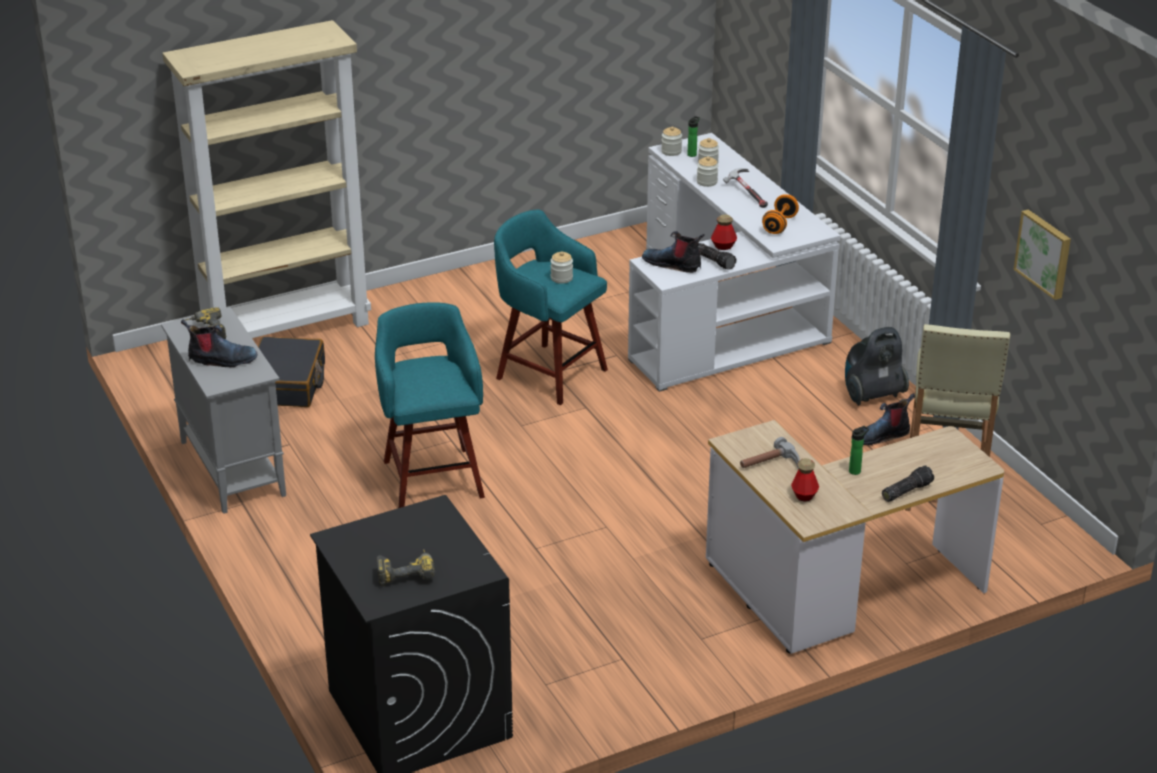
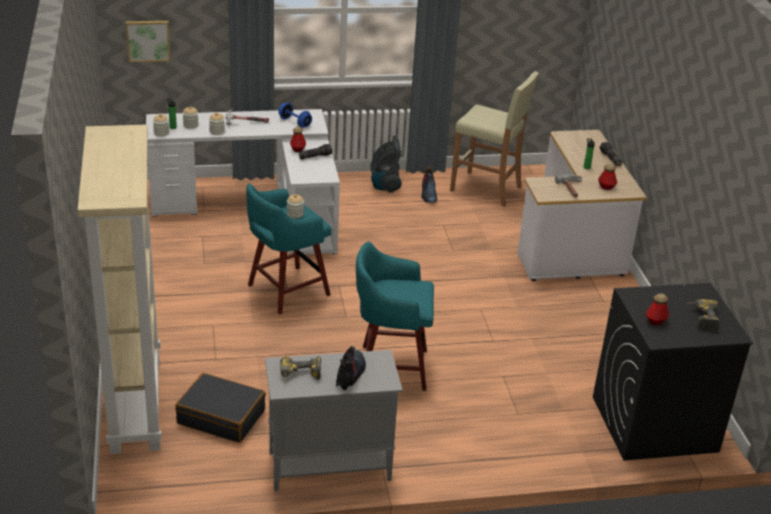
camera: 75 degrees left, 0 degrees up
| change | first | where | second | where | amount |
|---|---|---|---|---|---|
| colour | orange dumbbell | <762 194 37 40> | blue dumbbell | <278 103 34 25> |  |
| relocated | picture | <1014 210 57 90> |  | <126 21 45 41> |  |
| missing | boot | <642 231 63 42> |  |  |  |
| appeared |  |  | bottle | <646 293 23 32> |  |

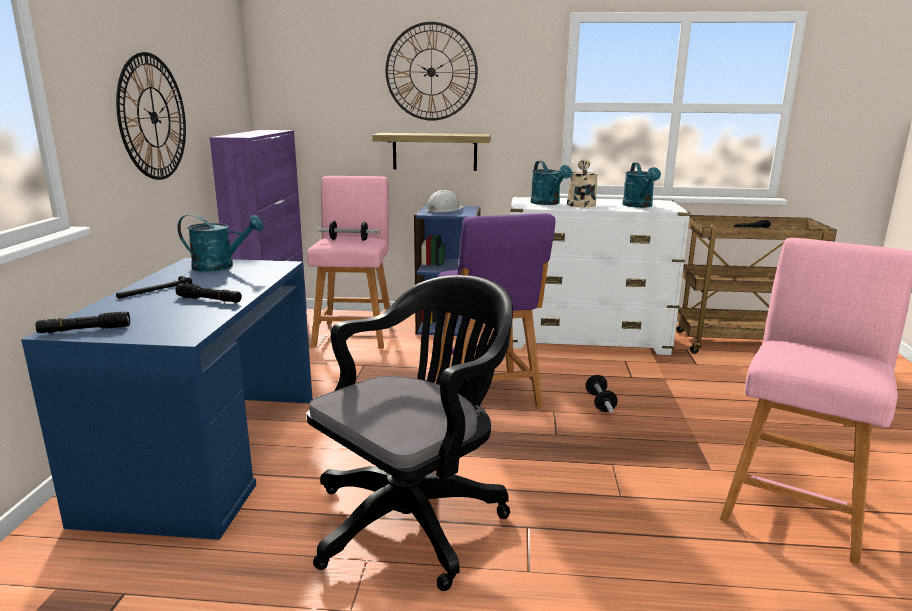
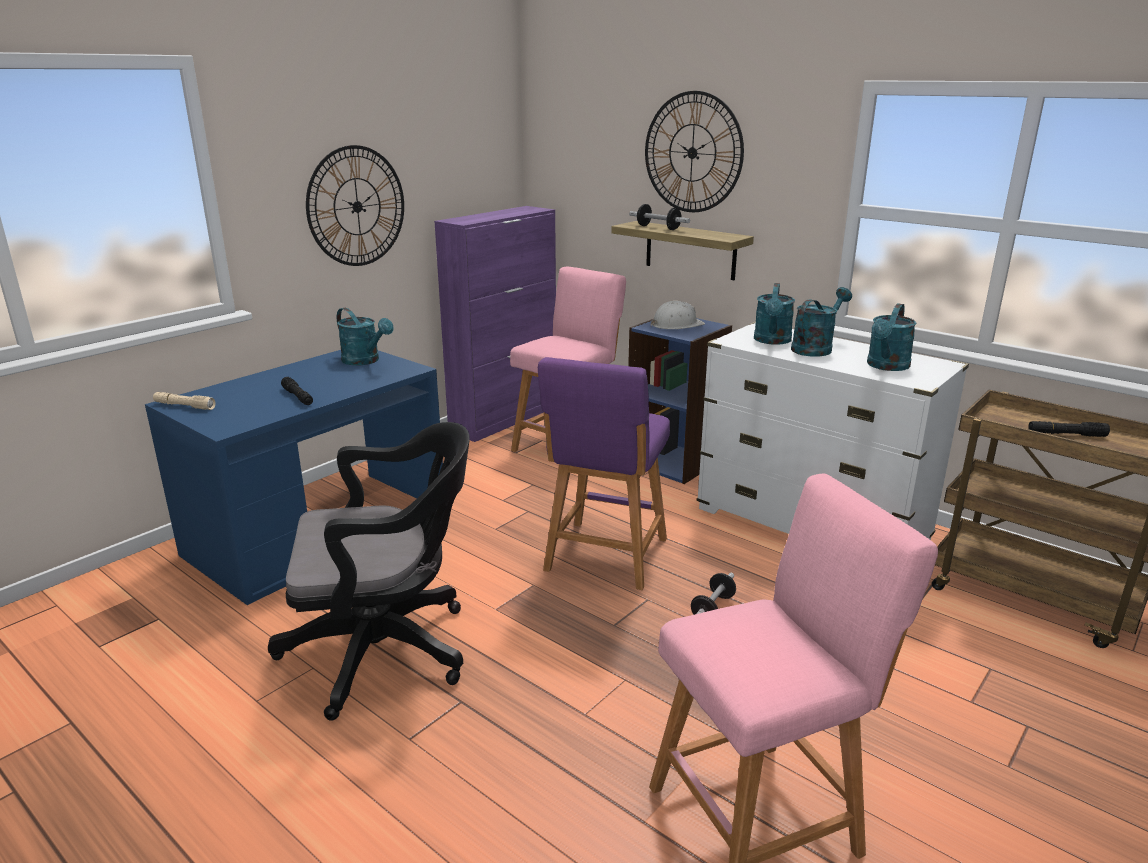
camera: 35 degrees right, 5 degrees up
| change | first | where | second | where | amount |
|---|---|---|---|---|---|
| colour | beige watering can | <567 159 31 48> | turquoise watering can | <791 287 61 70> |  |
| relocated | dumbbell | <318 221 62 20> |  | <629 204 61 26> |  |
| missing | hammer | <116 276 76 23> |  |  |  |
| colour | black flashlight | <35 311 95 22> | beige flashlight | <153 392 63 18> |  |

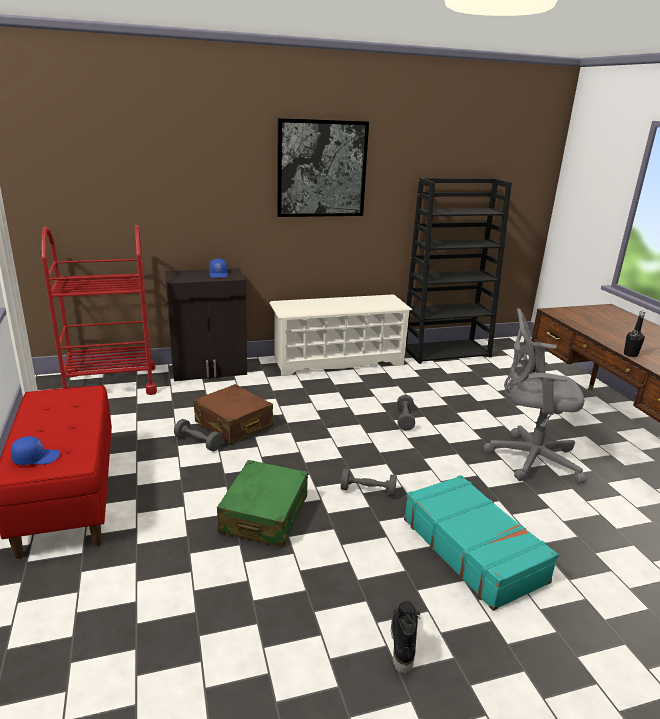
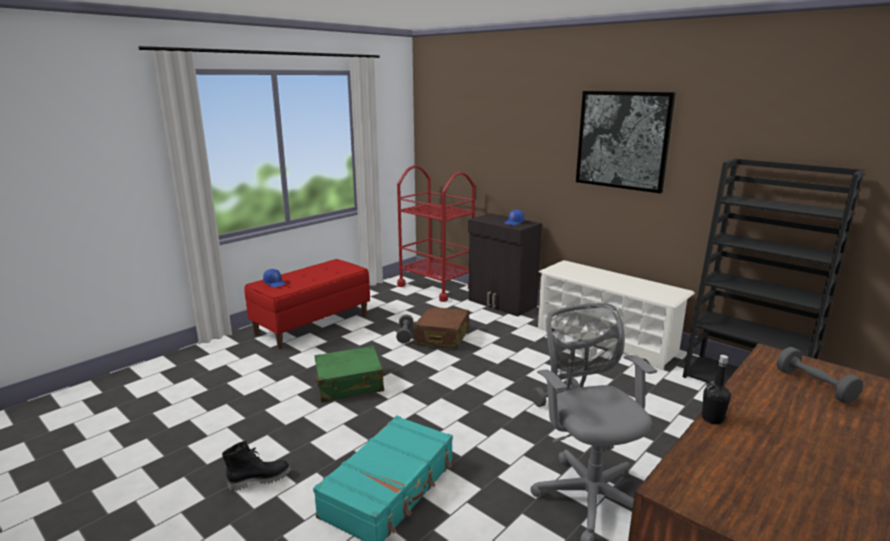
camera: 60 degrees right, 5 degrees down
| change | first | where | second | where | amount |
|---|---|---|---|---|---|
| relocated | grey dumbbell | <341 469 56 28> |  | <777 347 86 57> |  |

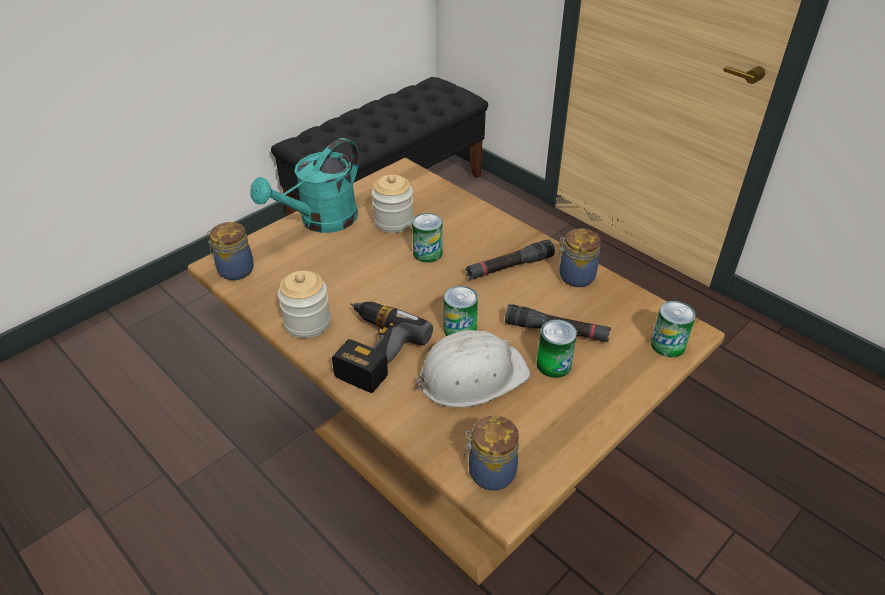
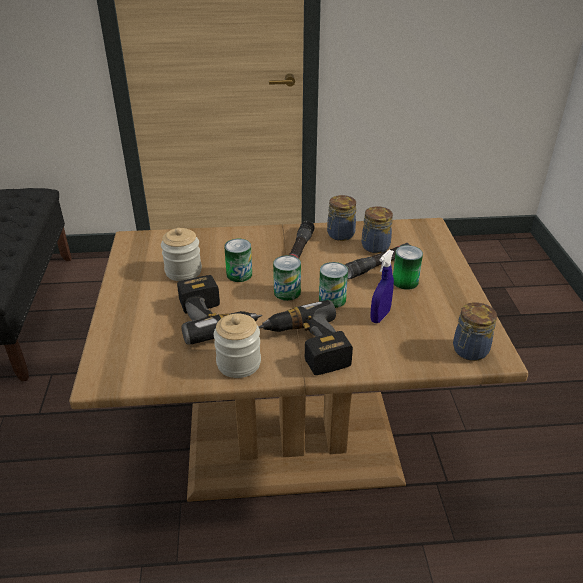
camera: 50 degrees left, 5 degrees down
| change | first | where | second | where | amount |
|---|---|---|---|---|---|
| missing | turquoise watering can | <250 138 109 95> |  |  |  |
| relocated | jar | <207 222 47 58> |  | <362 206 31 47> |  |
| relocated | can | <651 301 45 56> |  | <273 255 28 46> |  |
| exchanged | white hard hat | <415 330 115 77> | blue spray bottle | <370 250 24 73> |  |
| appeared |  |  | power drill | <177 275 85 70> |  |

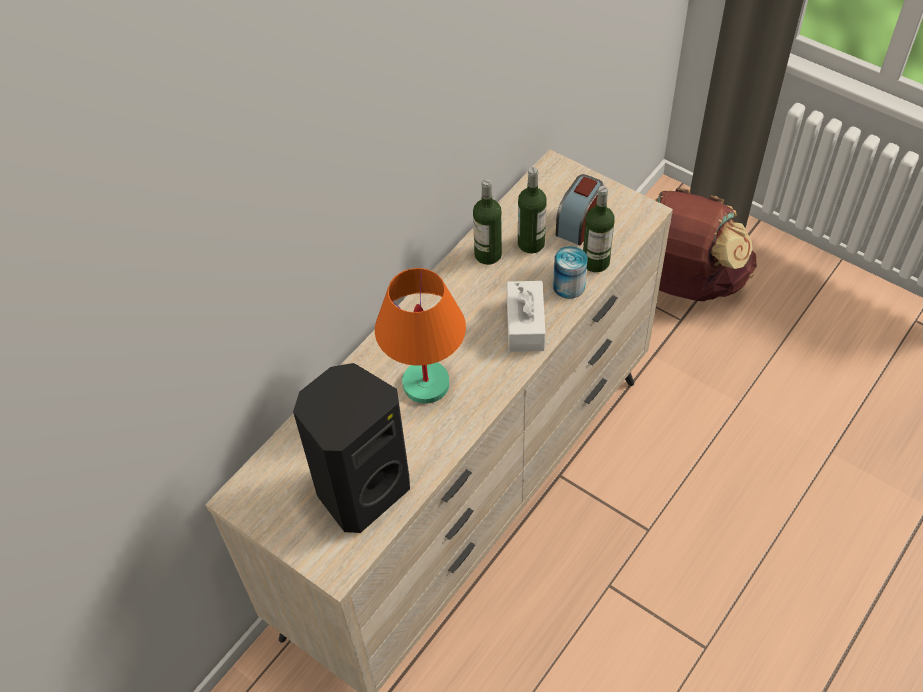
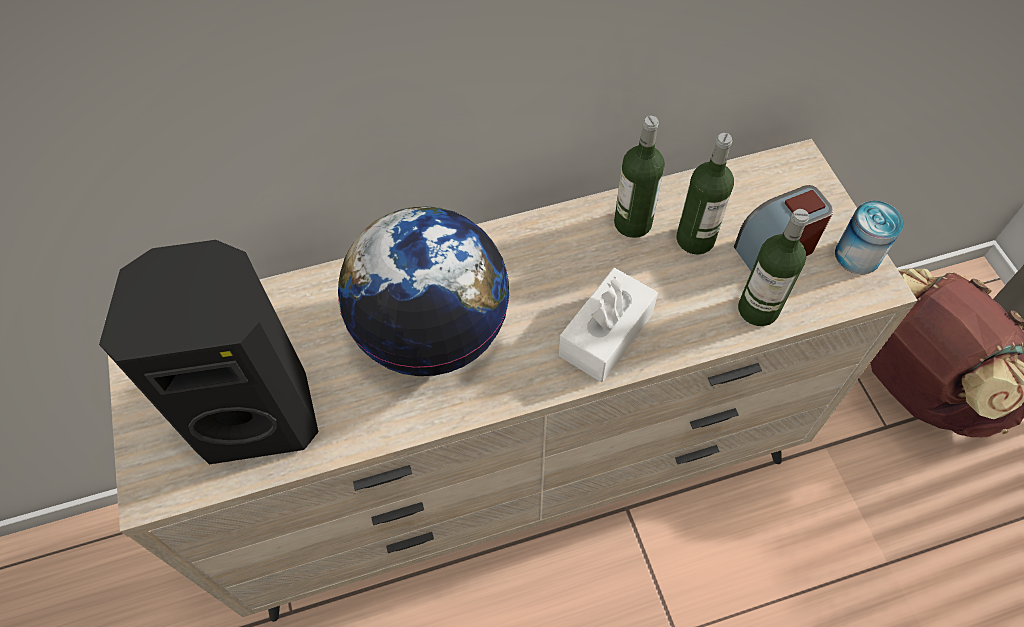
camera: 35 degrees right, 5 degrees up
| change | first | where | second | where | amount |
|---|---|---|---|---|---|
| relocated | can | <553 246 34 53> |  | <835 201 69 73> |  |
| exchanged | orange table lamp | <375 268 91 136> | globe | <338 206 172 170> |  |

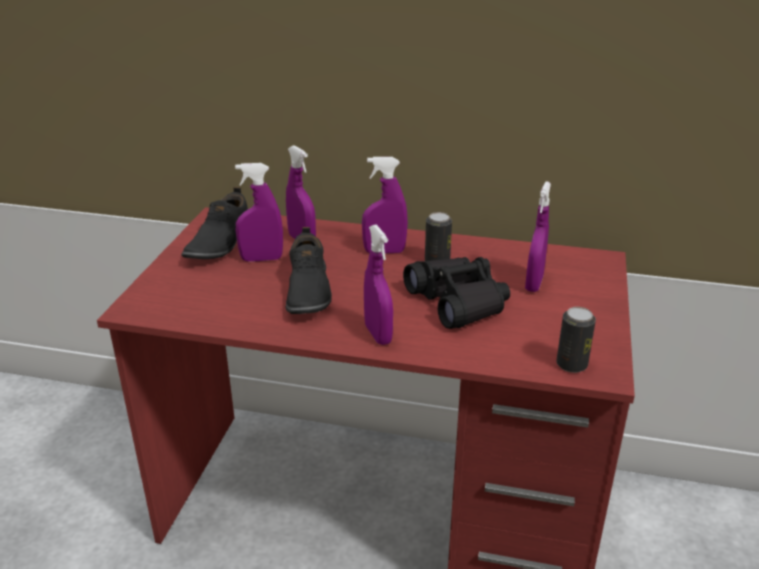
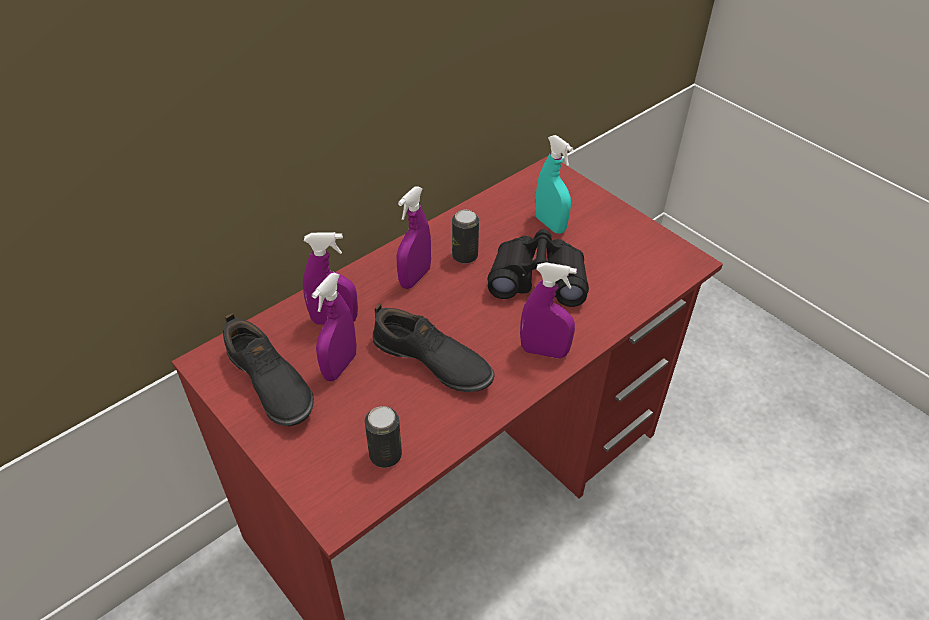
camera: 55 degrees left, 15 degrees up
| change | first | where | second | where | amount |
|---|---|---|---|---|---|
| colour | purple spray bottle | <525 182 26 110> | turquoise spray bottle | <535 135 39 99> |  |
| relocated | can | <556 307 40 66> |  | <365 406 37 62> |  |

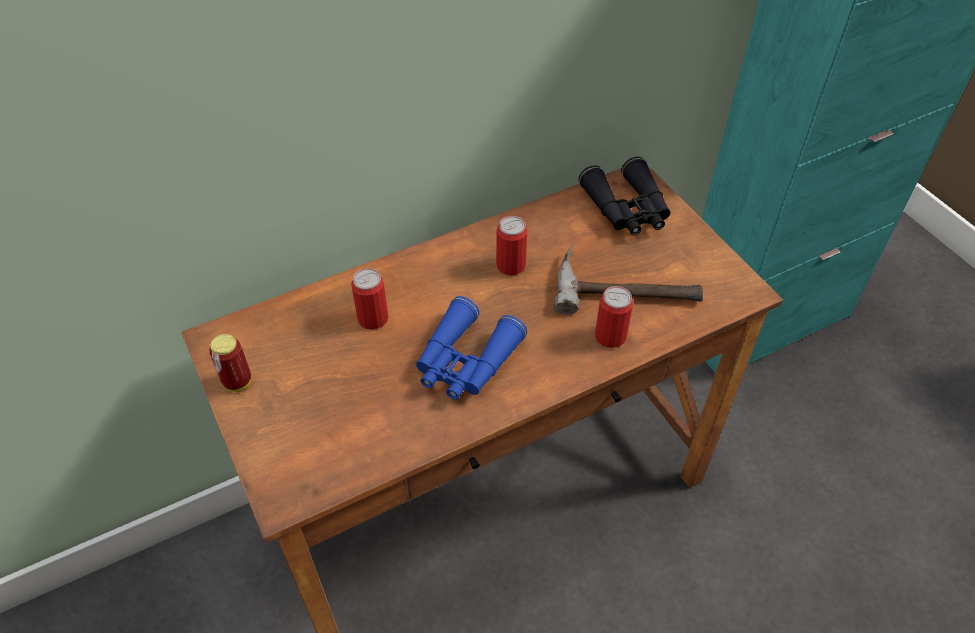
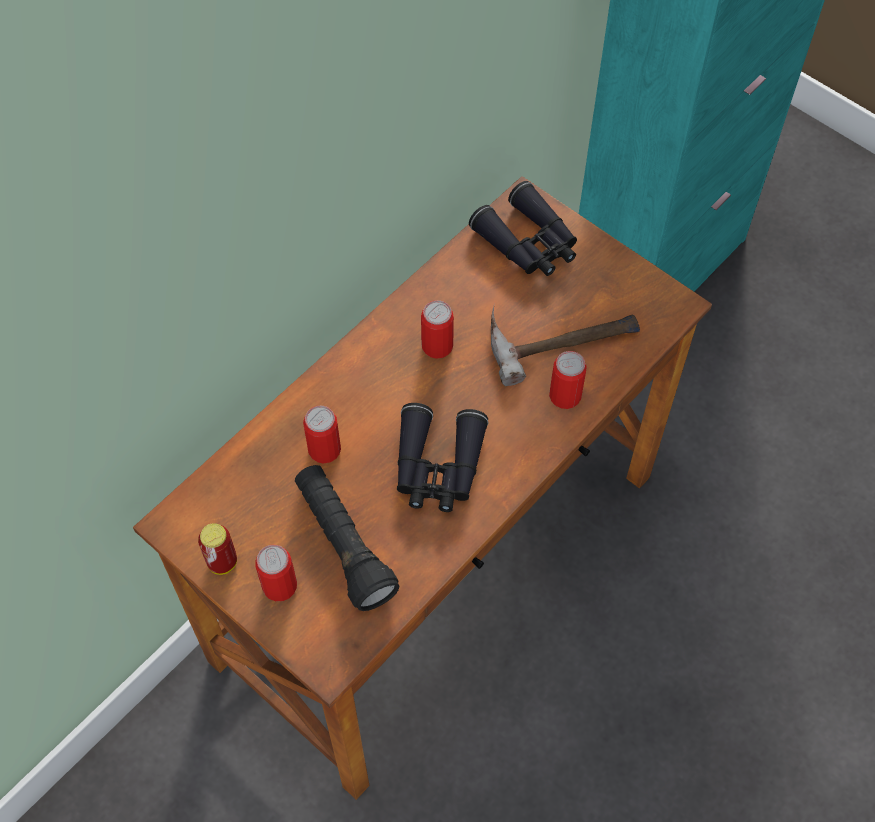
camera: 20 degrees left, 10 degrees up
| change | first | where | second | where | amount |
|---|---|---|---|---|---|
| colour | blue binoculars | <416 296 111 104> | black binoculars | <397 403 91 109> |  |
| appeared |  |  | black flashlight | <295 465 104 146> |  |
| appeared |  |  | can | <256 545 41 56> |  |

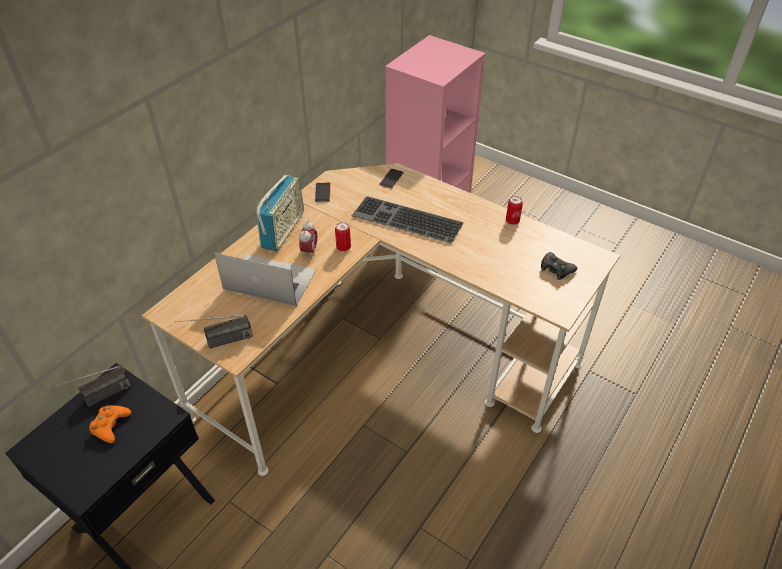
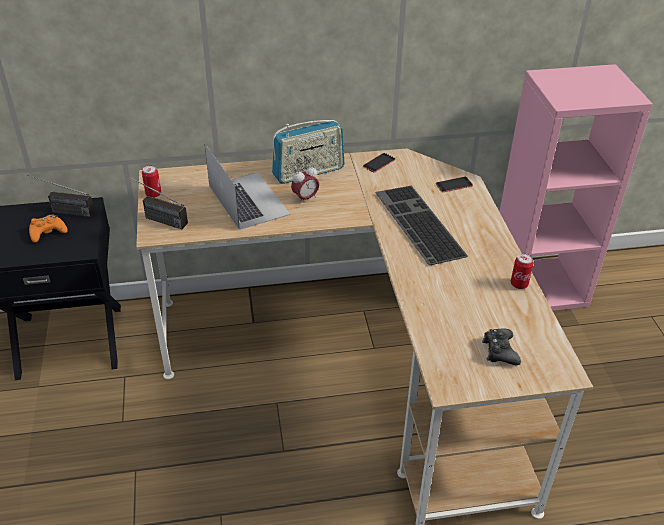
camera: 45 degrees right, 5 degrees down
| change | first | where | second | where | amount |
|---|---|---|---|---|---|
| relocated | can | <335 222 16 29> |  | <142 165 19 33> |  |

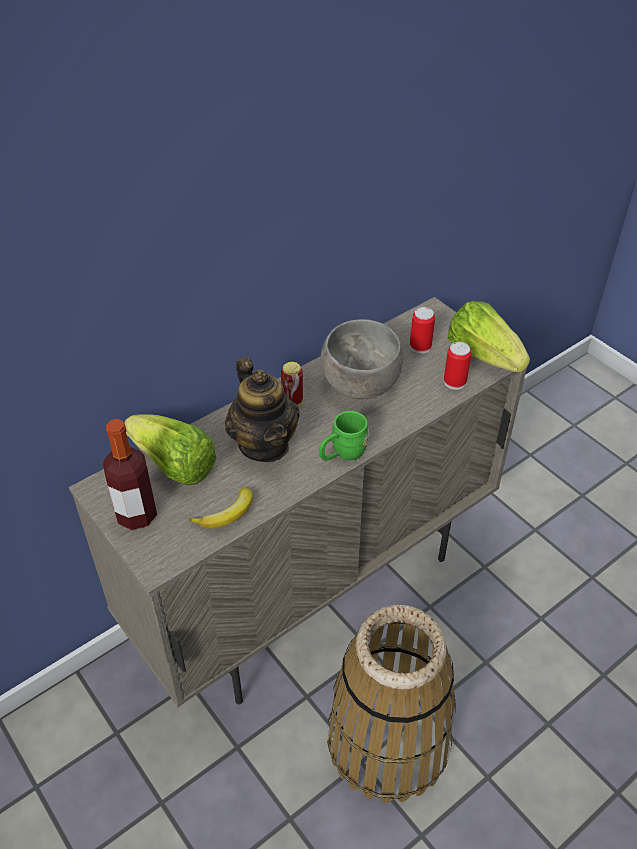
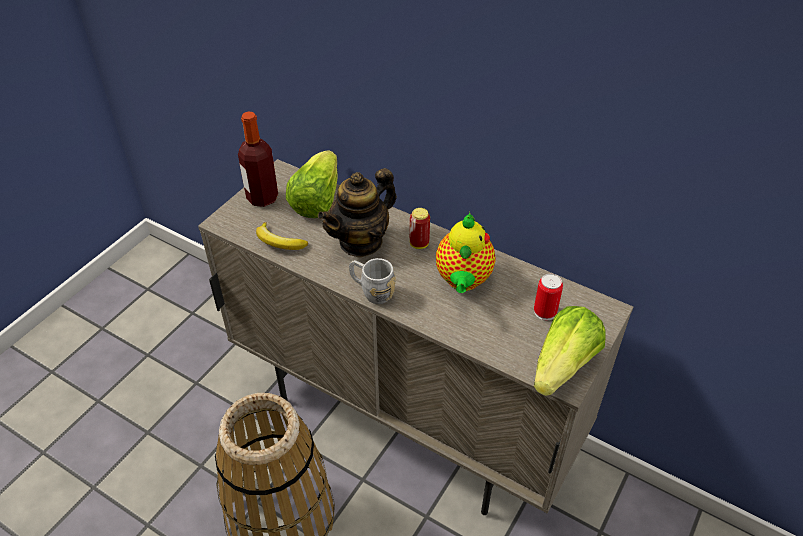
camera: 70 degrees right, 0 degrees up
| change | first | where | second | where | amount |
|---|---|---|---|---|---|
| exchanged | grey bowl | <321 319 82 81> | teapot | <436 212 60 81> |  |
| missing | can | <444 342 27 48> |  |  |  |
| colour | green mug | <319 411 50 50> | grey mug | <349 258 47 46> |  |

